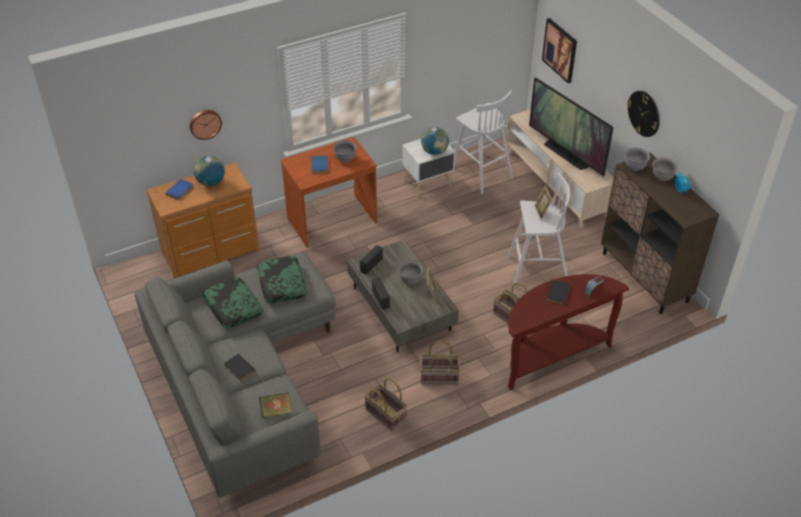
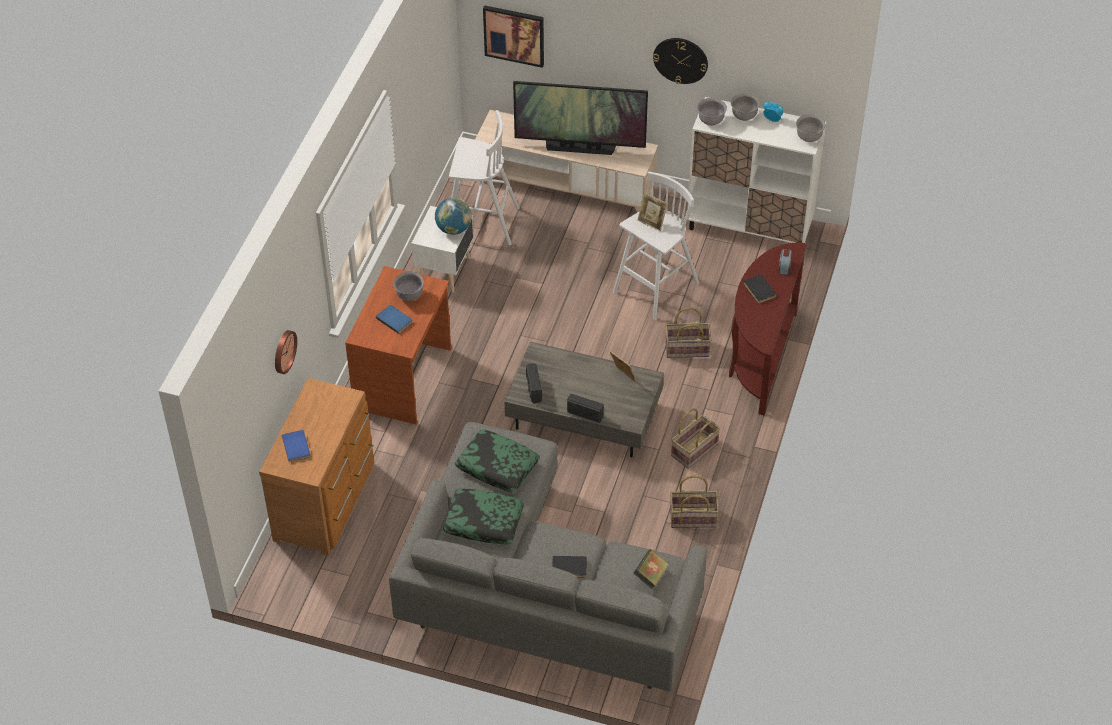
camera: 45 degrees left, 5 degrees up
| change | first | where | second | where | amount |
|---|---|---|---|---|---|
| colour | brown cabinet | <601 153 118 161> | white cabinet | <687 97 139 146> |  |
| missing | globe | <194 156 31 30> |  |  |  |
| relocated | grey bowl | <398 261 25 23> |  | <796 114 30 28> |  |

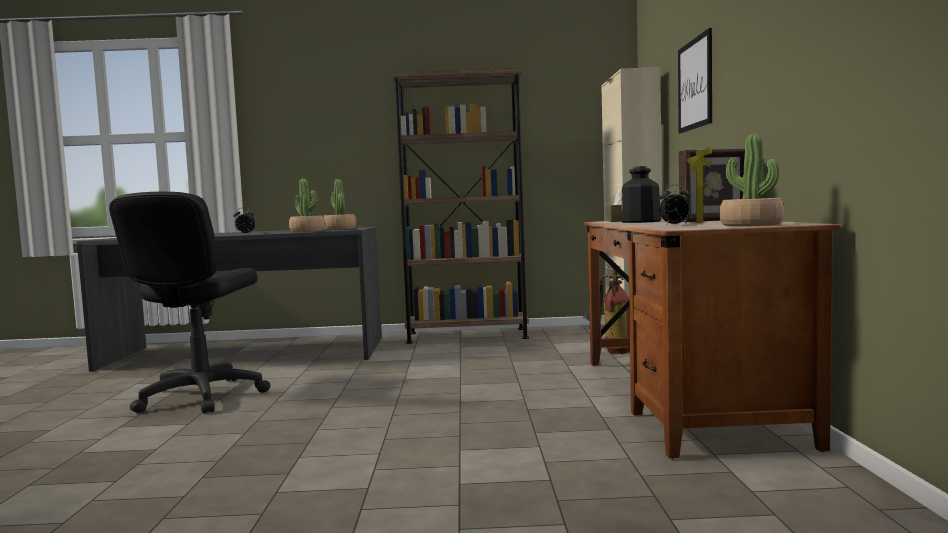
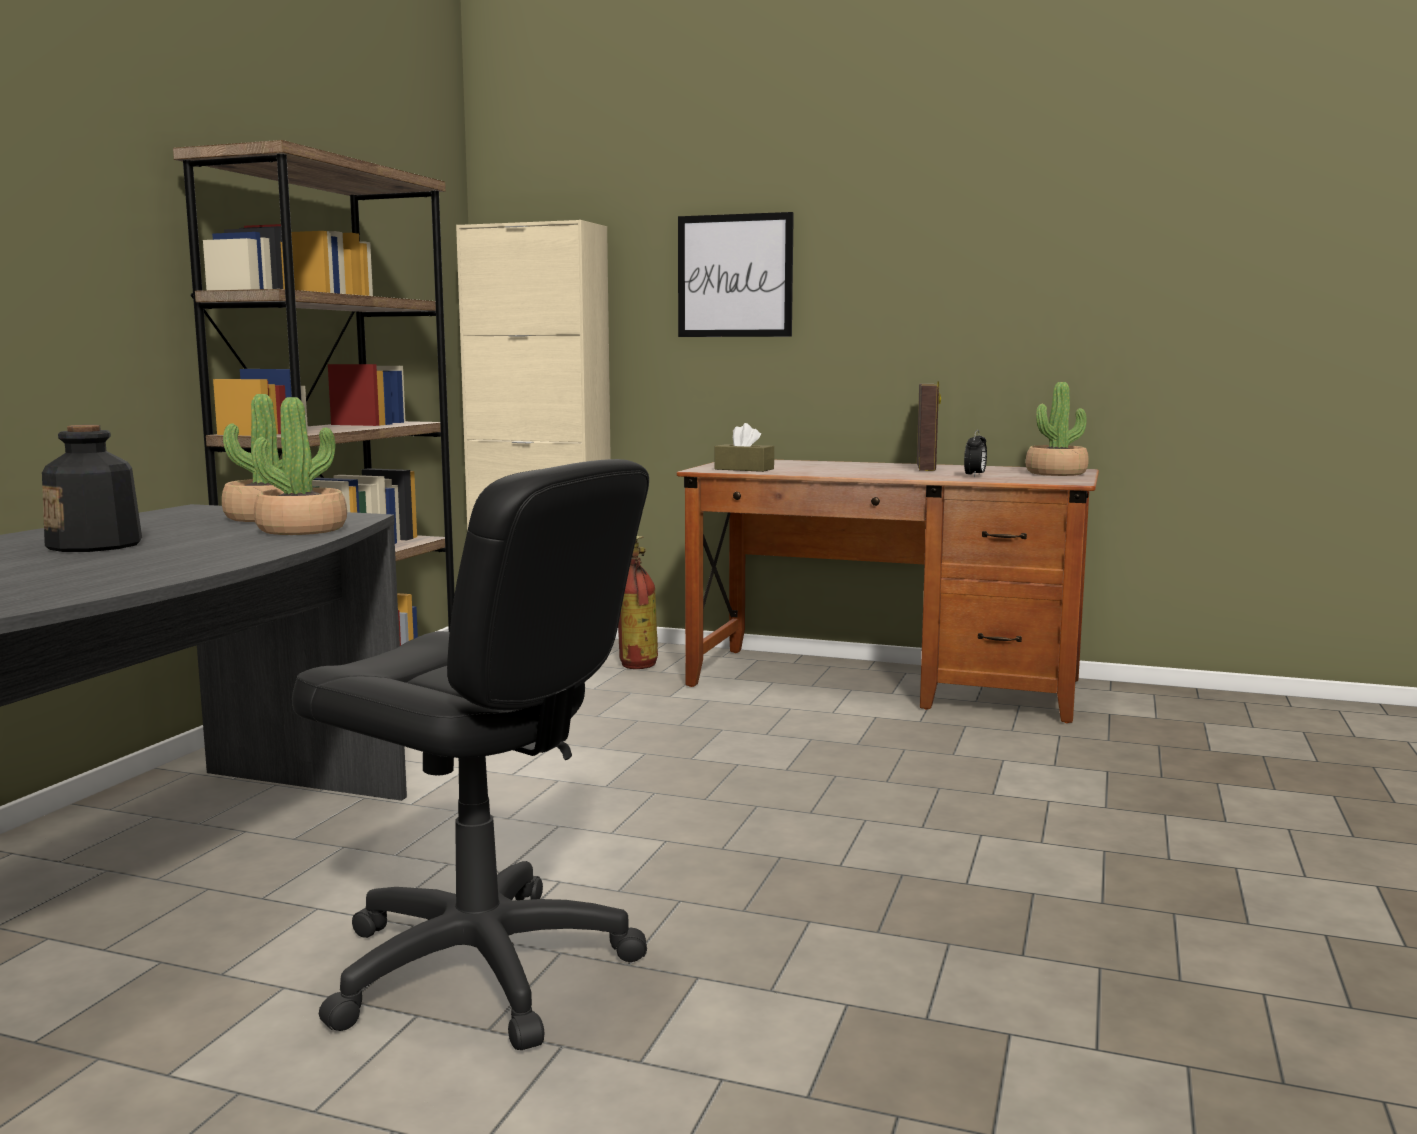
camera: 70 degrees left, 5 degrees up
| change | first | where | second | where | amount |
|---|---|---|---|---|---|
| relocated | bottle | <621 166 40 57> |  | <42 425 100 127> |  |
| missing | alarm clock | <233 208 22 26> |  |  |  |

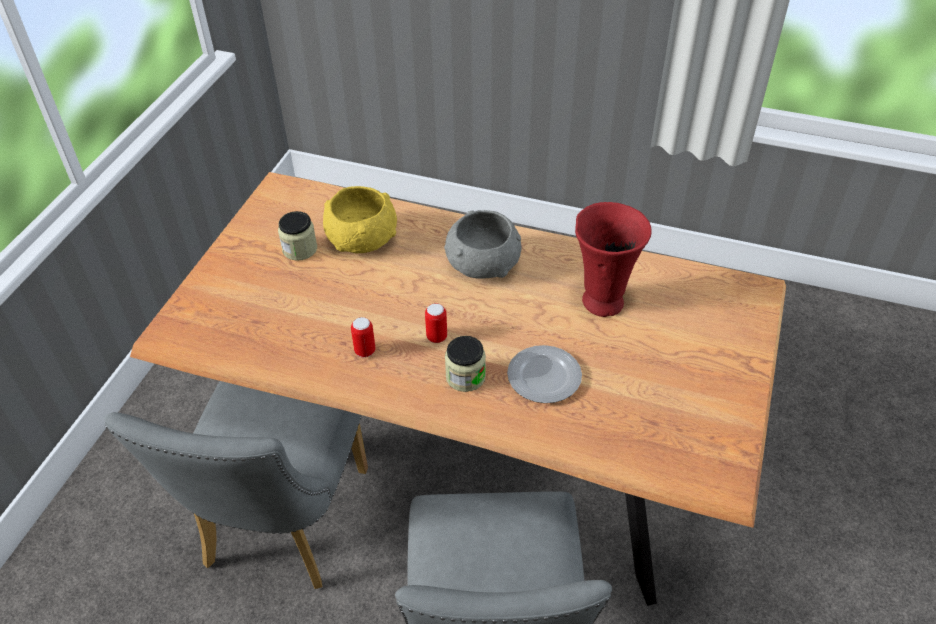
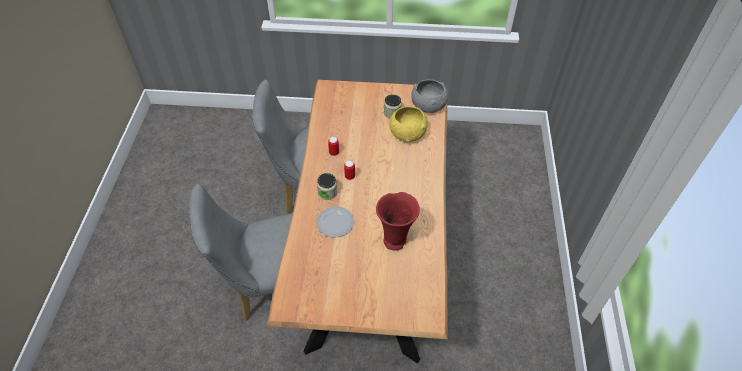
camera: 75 degrees right, 5 degrees up
| change | first | where | second | where | amount |
|---|---|---|---|---|---|
| relocated | grey bowl | <444 210 77 69> |  | <411 79 37 34> |  |

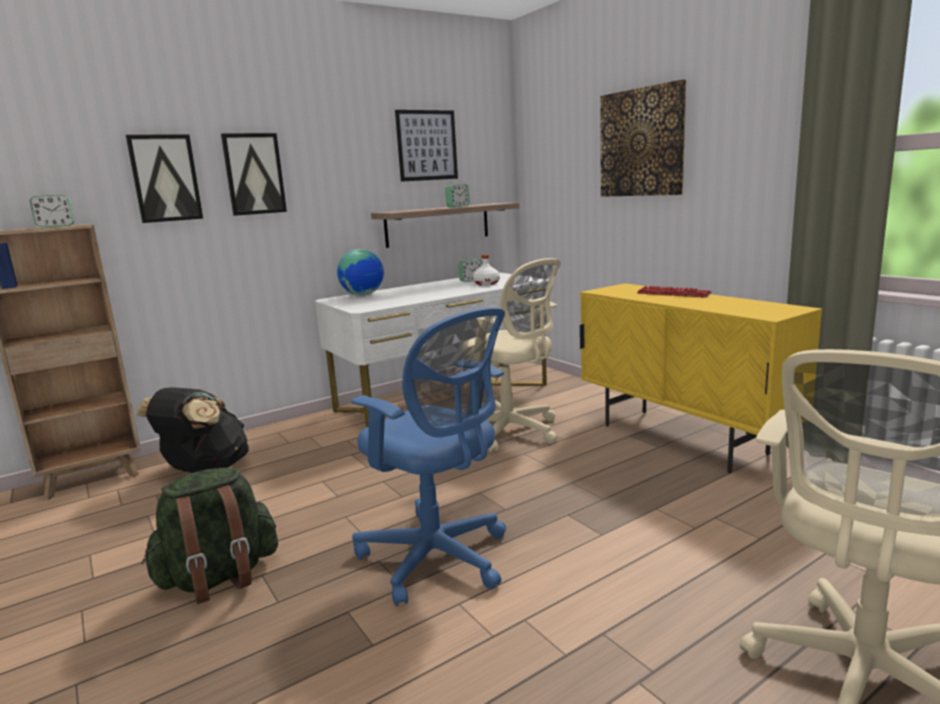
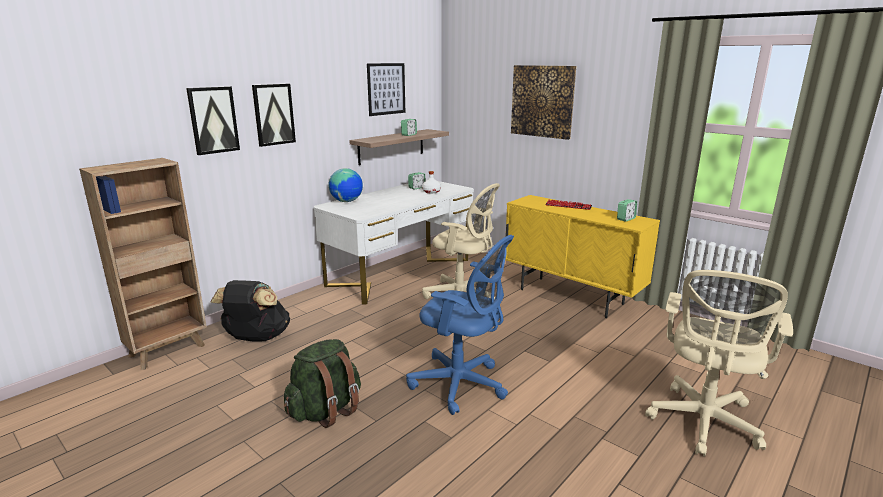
camera: 15 degrees left, 5 degrees up
| change | first | where | second | where | amount |
|---|---|---|---|---|---|
| relocated | alarm clock | <30 194 45 34> |  | <617 199 20 23> |  |

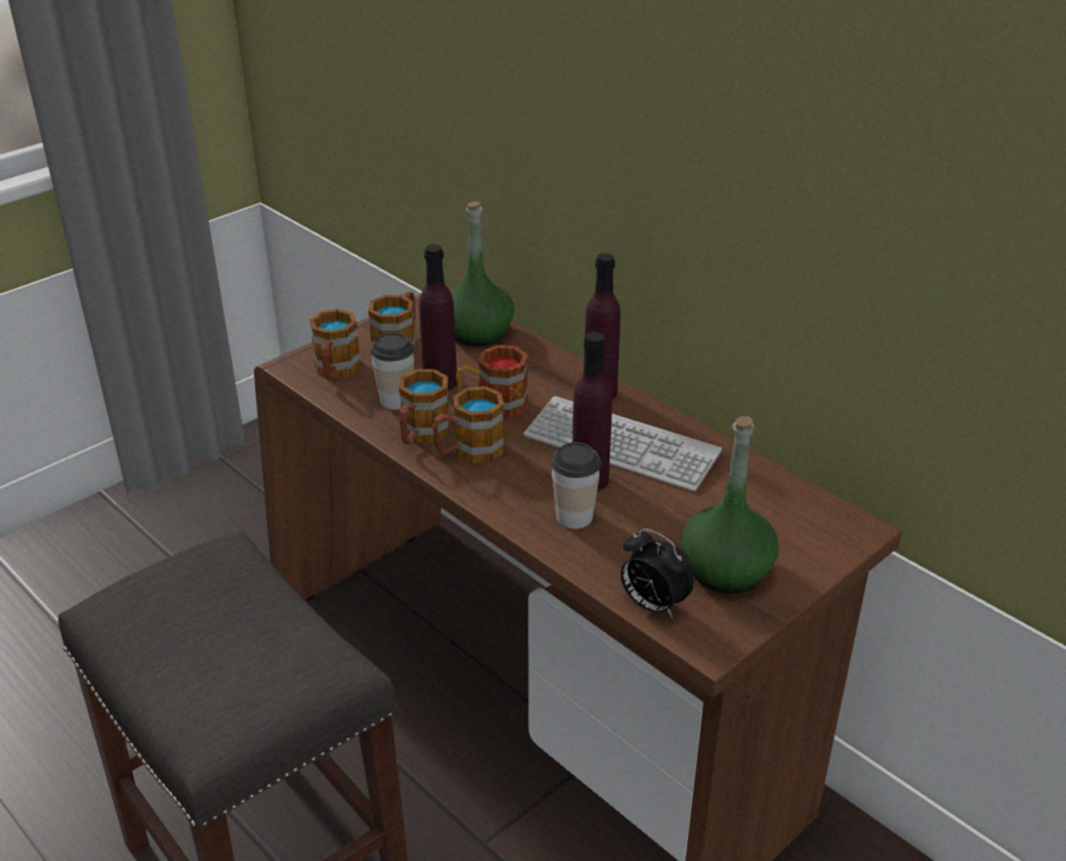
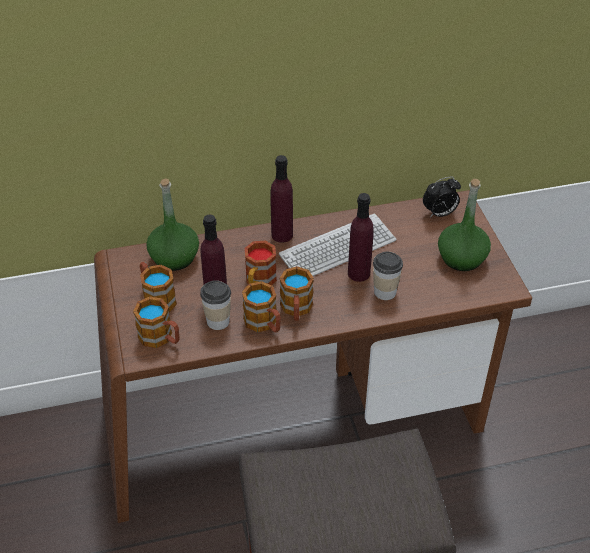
camera: 60 degrees left, 10 degrees up
| change | first | where | second | where | amount |
|---|---|---|---|---|---|
| relocated | alarm clock | <621 528 73 90> |  | <423 177 38 41> |  |

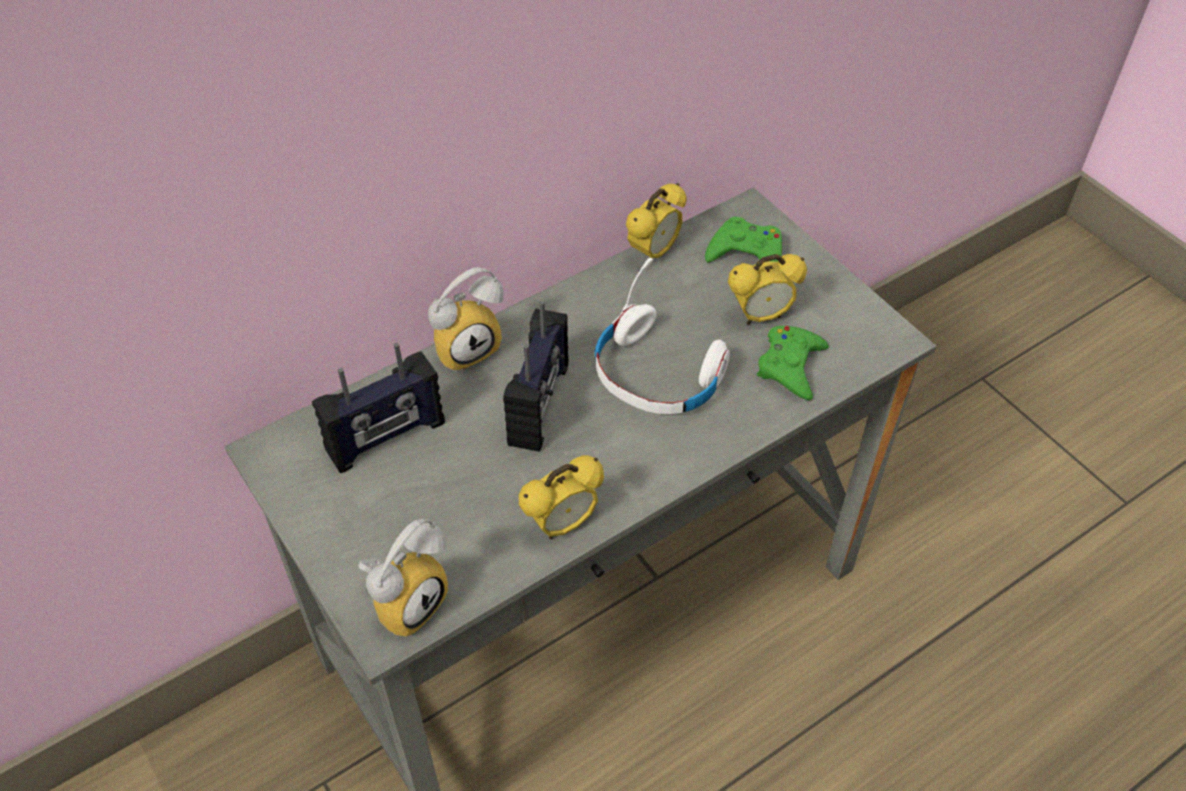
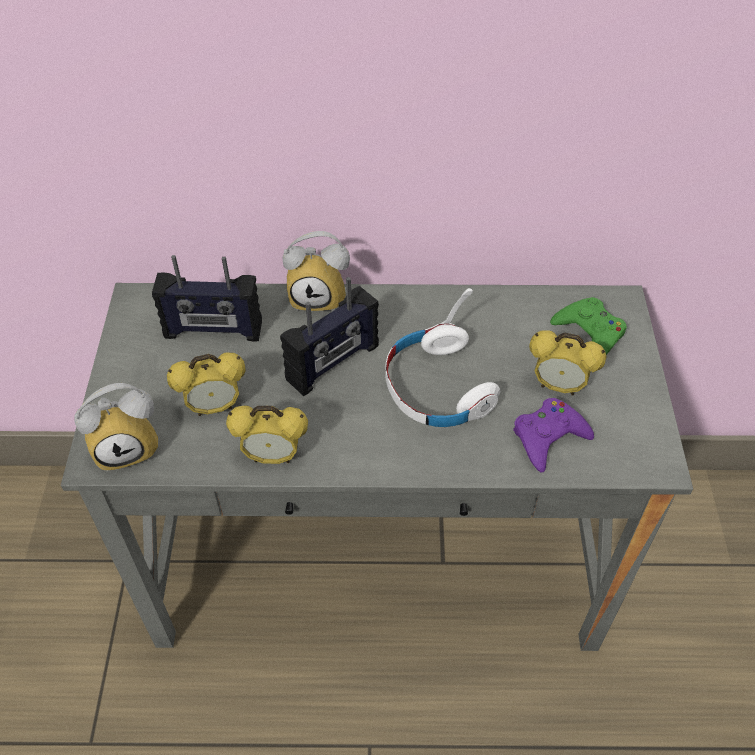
camera: 35 degrees right, 0 degrees up
| change | first | where | second | where | amount |
|---|---|---|---|---|---|
| relocated | alarm clock | <626 183 61 75> |  | <167 353 79 63> |  |
| colour | green game controller | <757 326 72 74> | purple game controller | <513 398 81 74> |  |

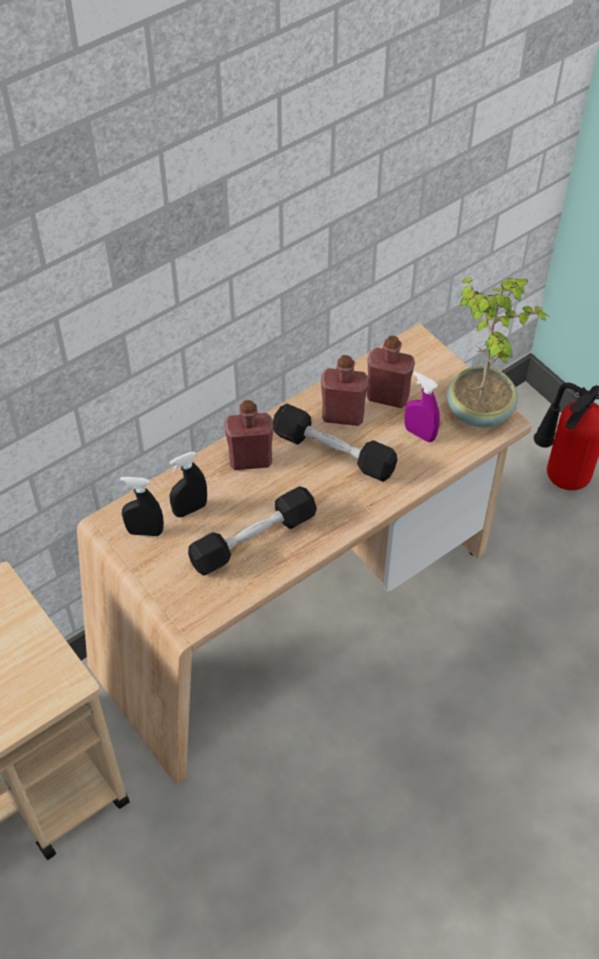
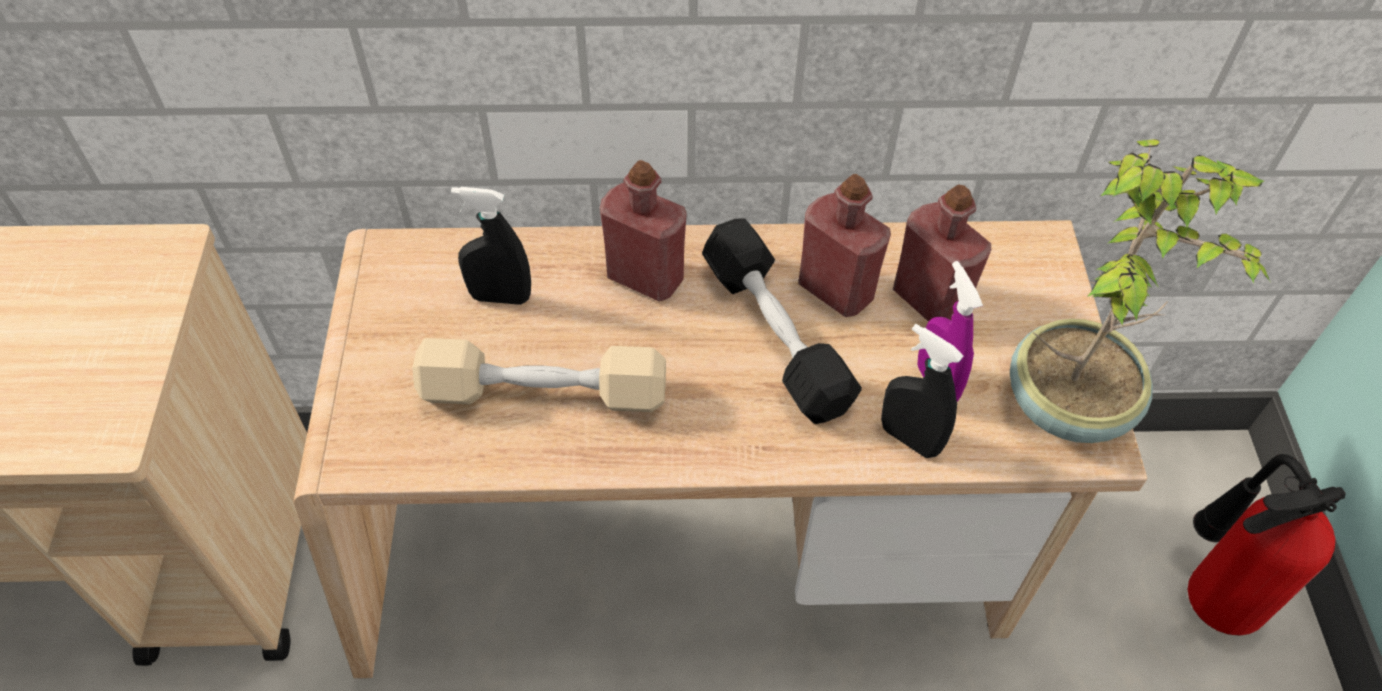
camera: 35 degrees right, 0 degrees up
| change | first | where | second | where | amount |
|---|---|---|---|---|---|
| relocated | black spray bottle | <120 477 44 59> |  | <881 324 82 134> |  |
| colour | black dumbbell | <188 486 129 90> | beige dumbbell | <412 338 254 74> |  |

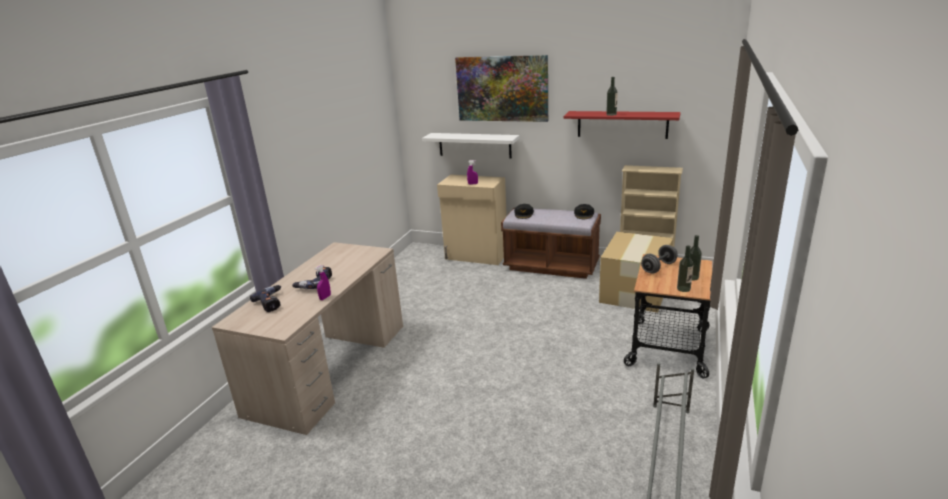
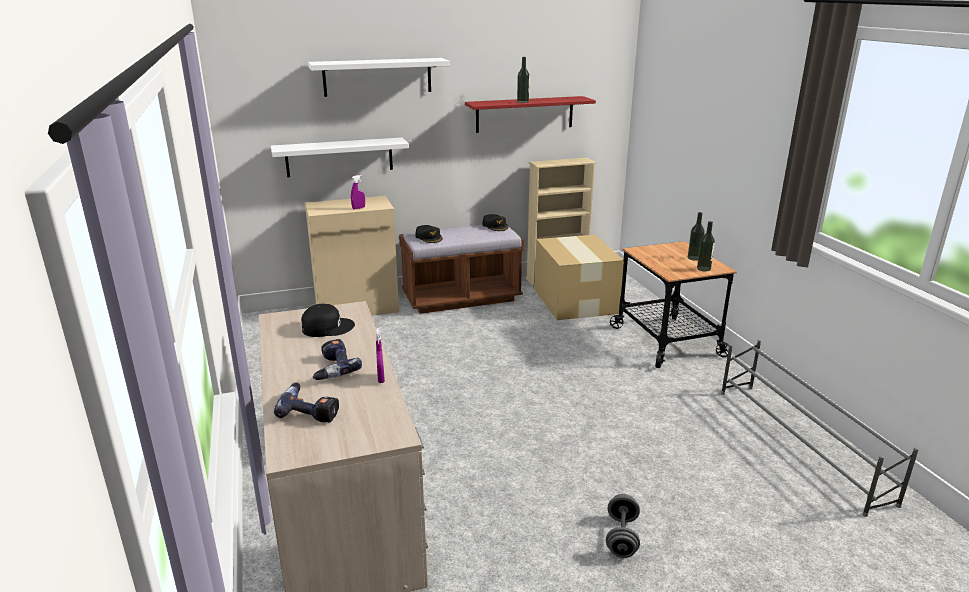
camera: 40 degrees left, 0 degrees up
| change | first | where | second | where | amount |
|---|---|---|---|---|---|
| exchanged | picture | <455 55 93 67> | white shelf | <308 58 142 39> |  |
| relocated | grey dumbbell | <641 245 37 28> |  | <606 494 34 64> |  |
| appeared |  |  | black cap | <301 304 54 33> |  |

